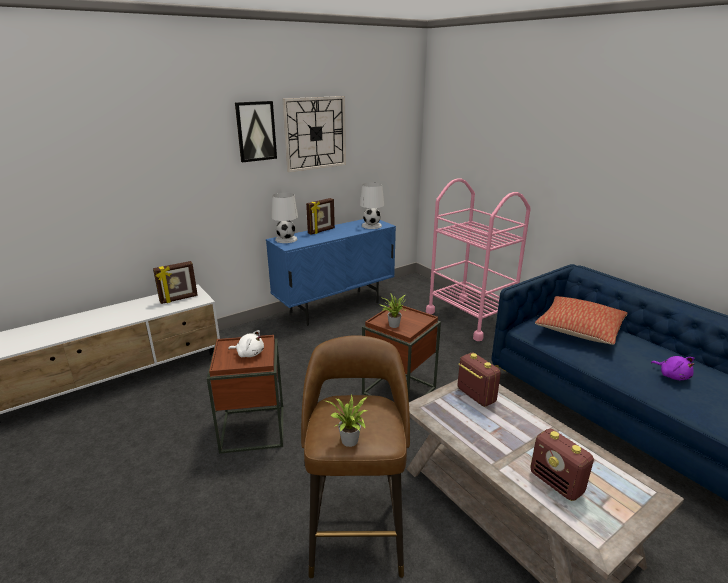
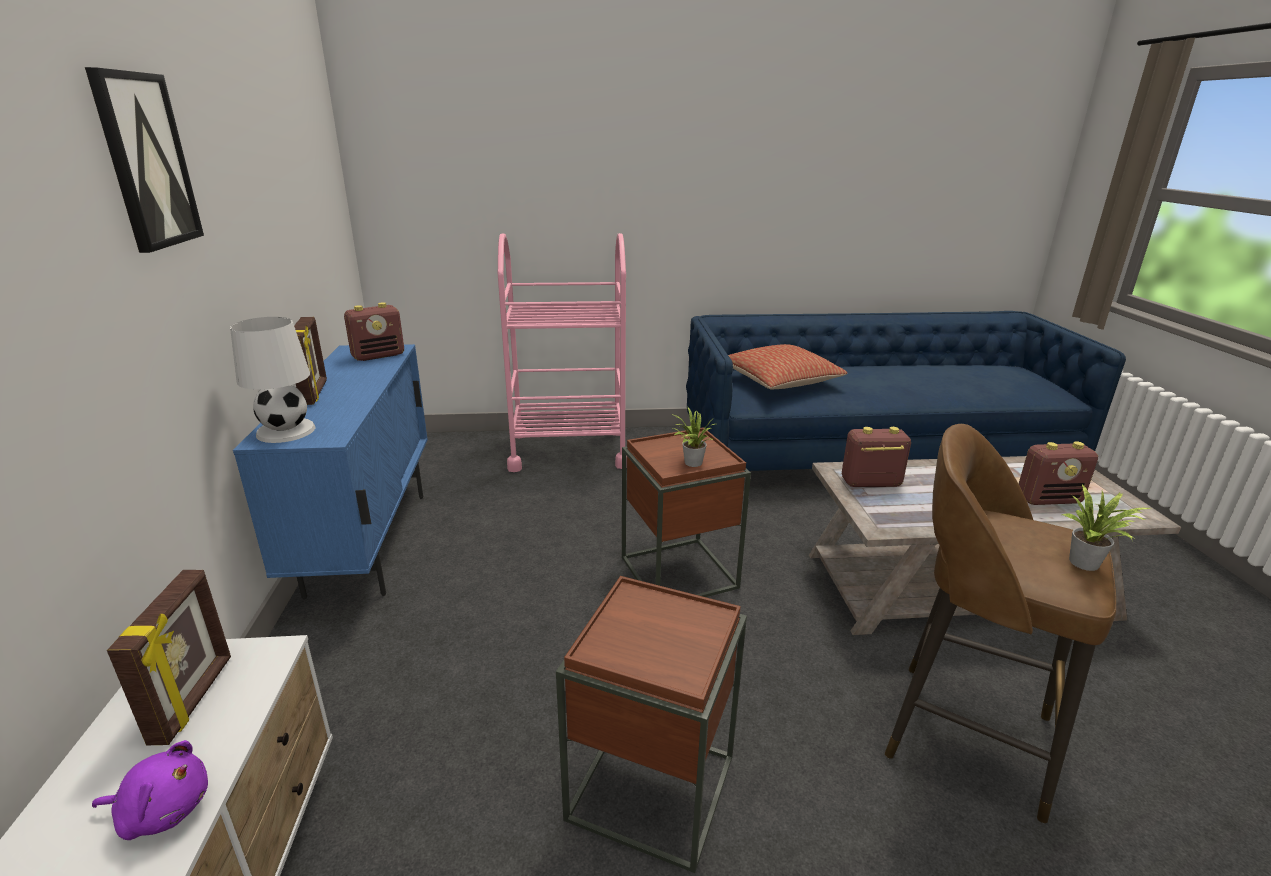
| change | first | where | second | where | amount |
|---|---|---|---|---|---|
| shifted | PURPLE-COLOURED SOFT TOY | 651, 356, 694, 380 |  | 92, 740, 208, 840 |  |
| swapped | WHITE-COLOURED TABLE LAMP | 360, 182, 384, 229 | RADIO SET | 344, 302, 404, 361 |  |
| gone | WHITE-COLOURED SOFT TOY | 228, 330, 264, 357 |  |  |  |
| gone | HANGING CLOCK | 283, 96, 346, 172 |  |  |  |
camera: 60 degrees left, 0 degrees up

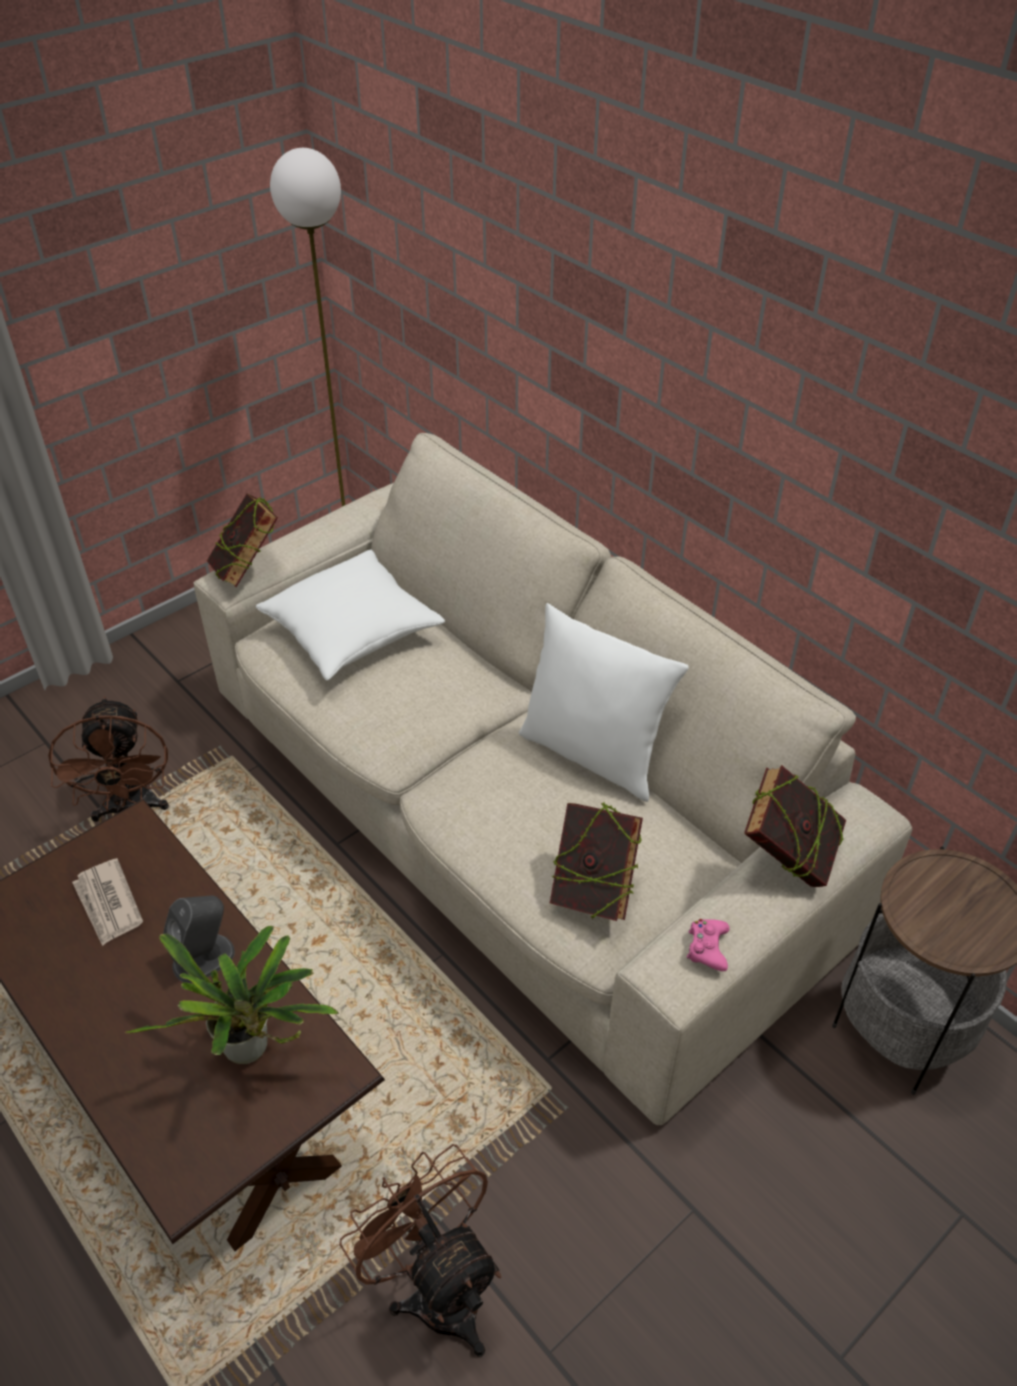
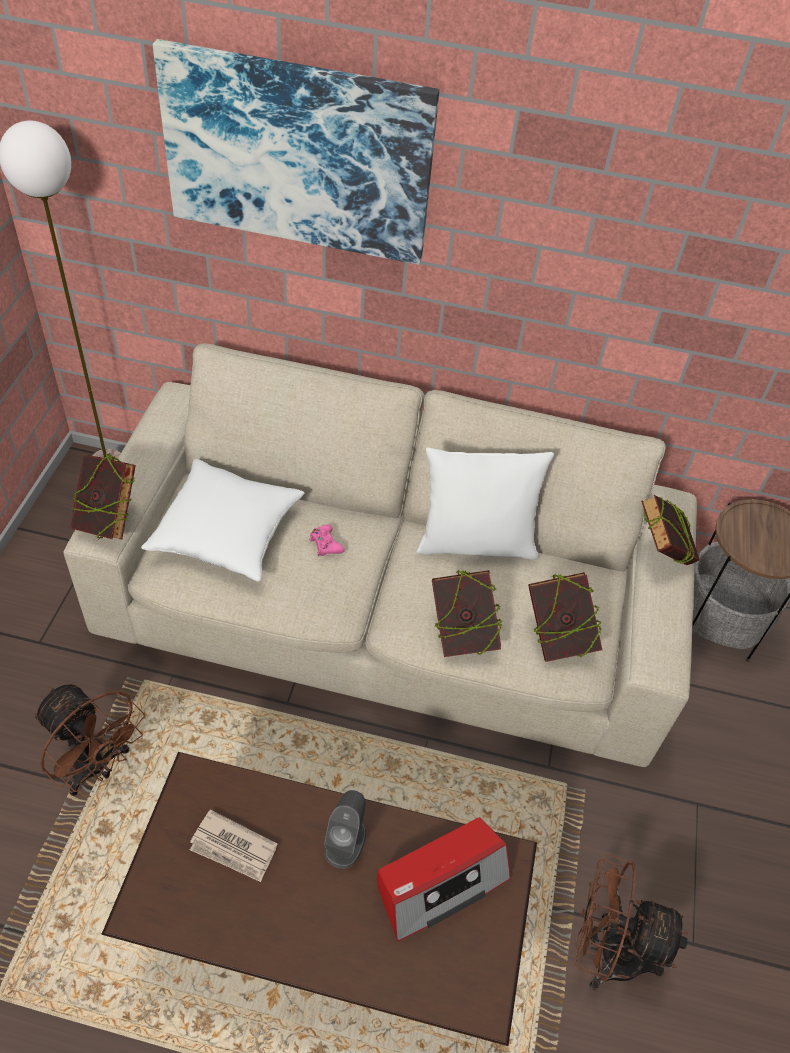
| change | first | where | second | where | amount |
|---|---|---|---|---|---|
| new |  |  | PICTURE | 153, 39, 439, 265 |  |
| shifted | PINKISH JOYPAD | 687, 919, 729, 971 |  | 310, 525, 345, 556 |  |
| swapped | POTTED PLANT | 125, 926, 339, 1064 | RADIO SET | 377, 817, 511, 941 |  |
| new |  |  | BOUND BOOK | 432, 570, 502, 657 |  |
camera: 40 degrees left, 5 degrees up

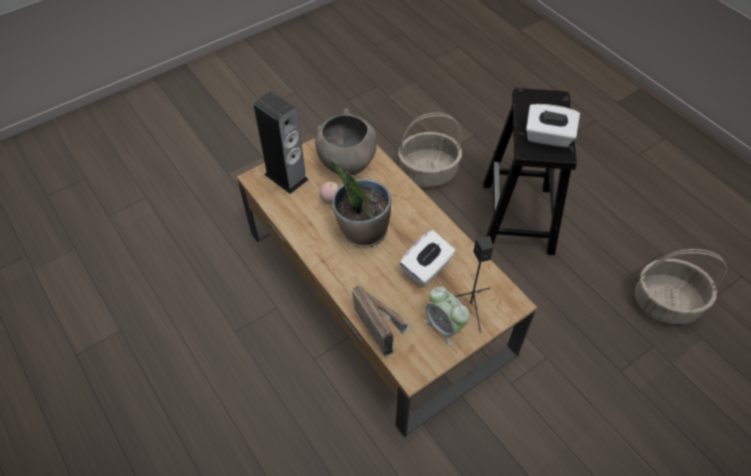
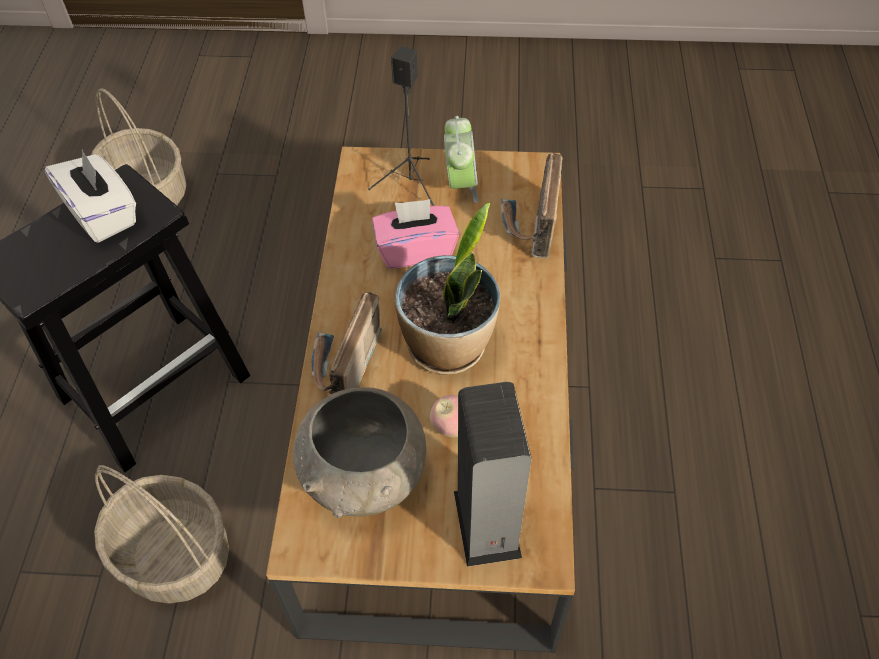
| change | first | where | second | where | amount |
|---|---|---|---|---|---|
| new |  |  | RADIO SET | 311, 292, 382, 394 |  |
| repainted | WHITE-COLOURED TISSUE HOLDER | 400, 230, 455, 287 | PINKISH TISSUE HOLDER | 372, 199, 459, 268 |  |
camera: 140 degrees left, 0 degrees up

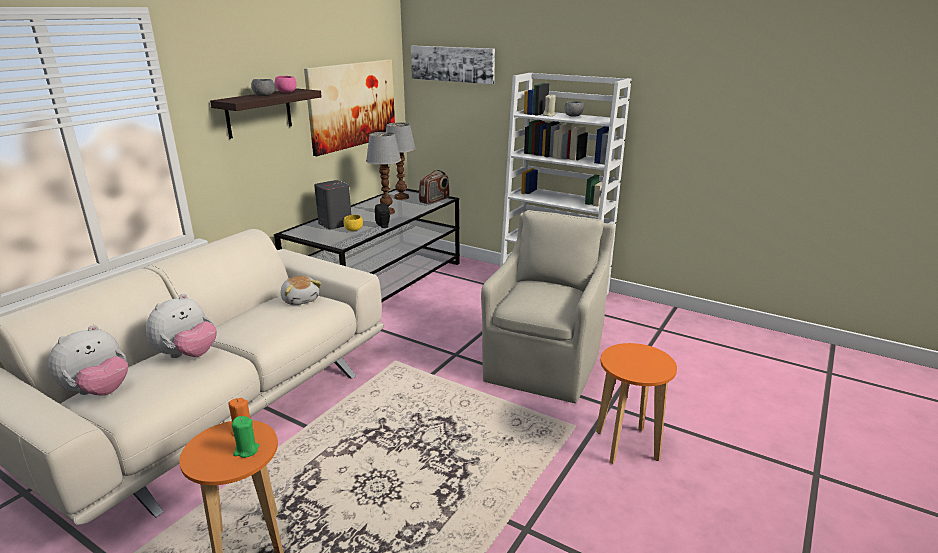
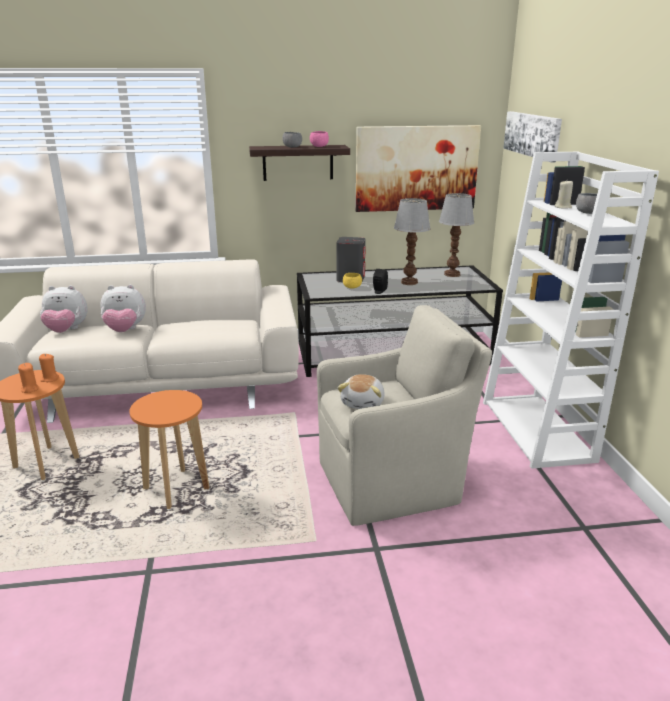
| change | first | where | second | where | amount |
|---|---|---|---|---|---|
| repainted | GREENISH WAX LIGHT | 232, 416, 259, 458 | ORANGEY WAX LIGHT | 18, 363, 39, 393 |  |
| shifted | ORANGEY STOOL SEAT | 596, 343, 677, 464 |  | 129, 390, 209, 509 |  |
| shifted | SOFT TOY | 281, 276, 321, 305 |  | 337, 374, 385, 409 |  |
| gone | RADIO SET | 419, 170, 450, 204 |  |  |  |
camera: 50 degrees right, 0 degrees up

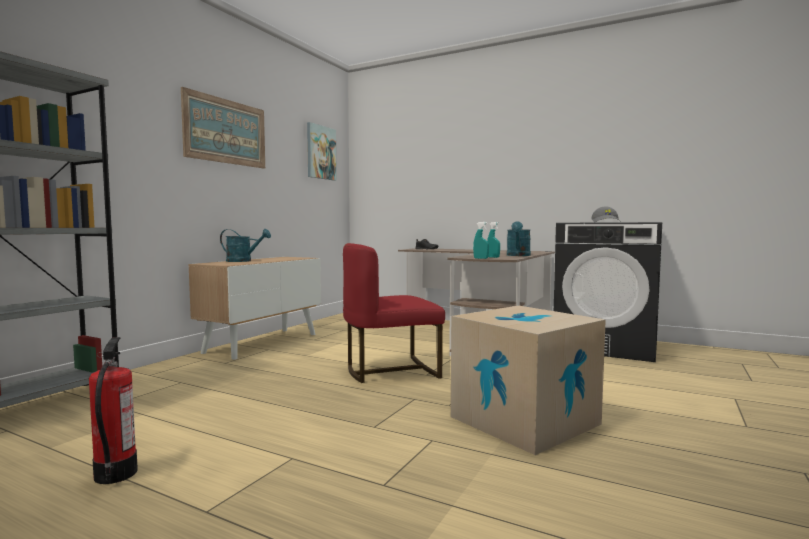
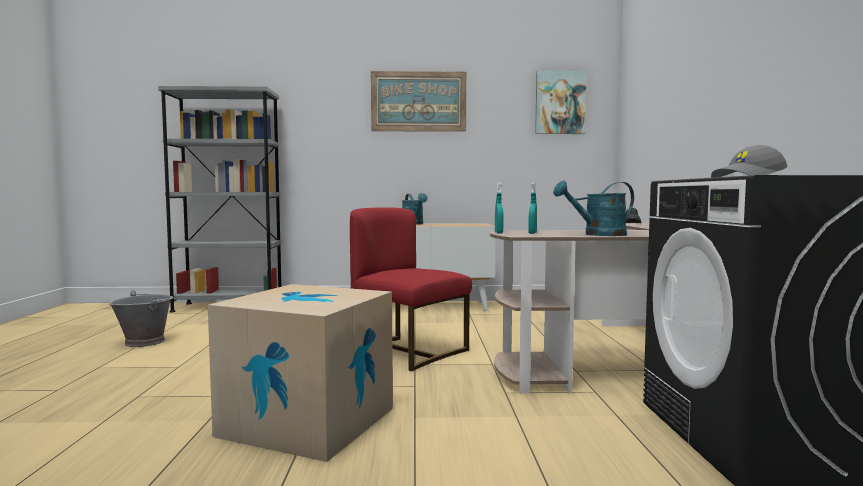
| change | first | where | second | where | amount |
|---|---|---|---|---|---|
| swapped | FIRE EXTINGUISHER | 89, 337, 138, 484 | GRAY WATER BUCKET | 109, 291, 173, 347 |  |
camera: 60 degrees right, 0 degrees up

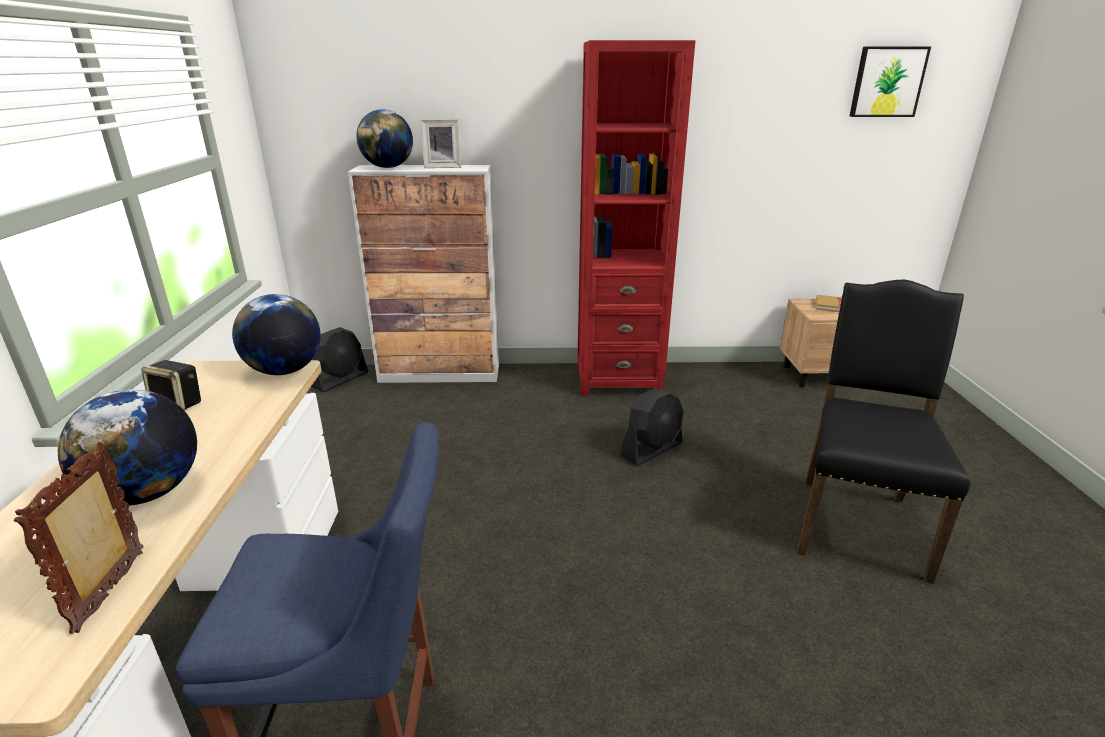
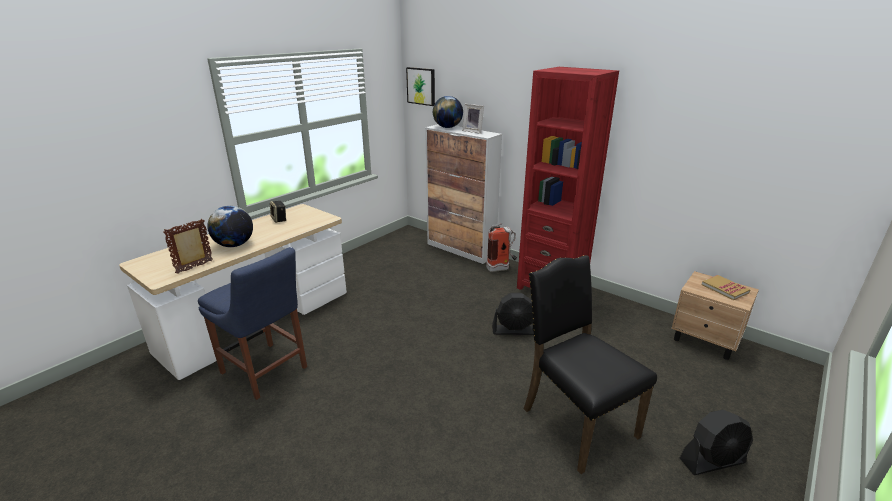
| change | first | where | second | where | amount |
|---|---|---|---|---|---|
| shifted | PICTURE | 850, 47, 931, 117 |  | 406, 67, 435, 106 |  |
| new |  |  | FIRE EXTINGUISHER | 486, 223, 517, 272 |  |
| rotated | BLACKISH UPRIGHT CHAIR | 797, 280, 971, 584 |  | 524, 255, 657, 474 | 90 degrees counterclockwise |
| shifted | BLACKISH ELECTRIC FAN | 311, 327, 368, 392 |  | 680, 410, 753, 475 |  |
| gone | DESK GLOBE | 232, 294, 321, 375 |  |  |  |
camera: 40 degrees right, 0 degrees up

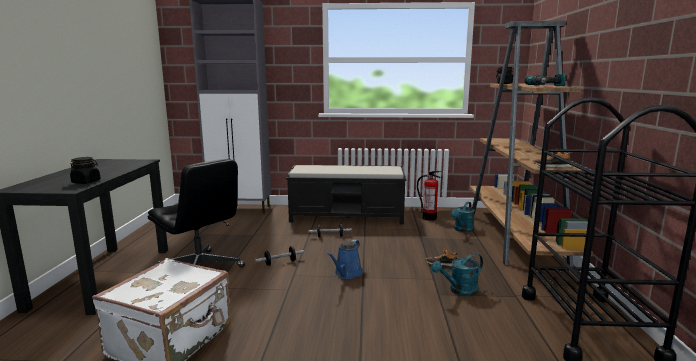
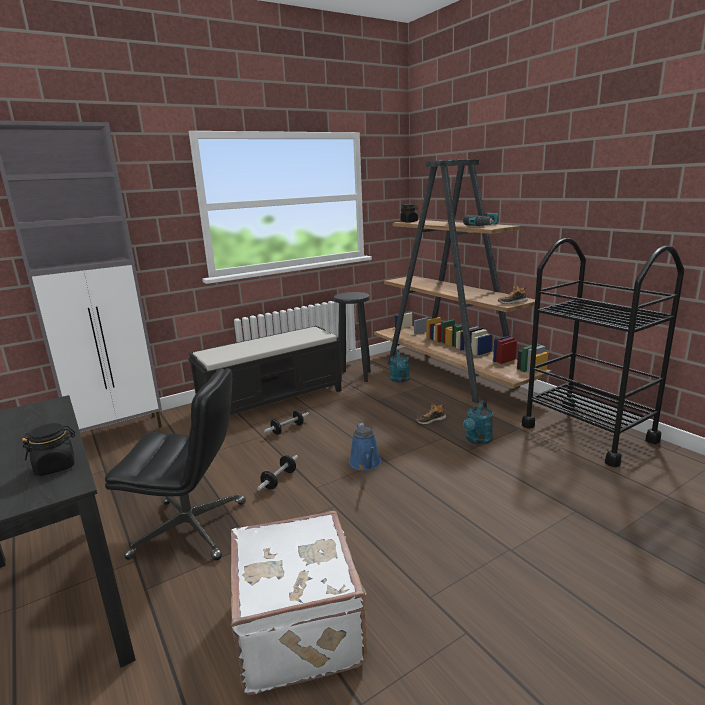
| change | first | where | second | where | amount |
|---|---|---|---|---|---|
| swapped | FIRE EXTINGUISHER | 417, 171, 442, 221 | BLACKISH STOOL SEAT | 334, 292, 371, 382 |  |
camera: 35 degrees left, 5 degrees up

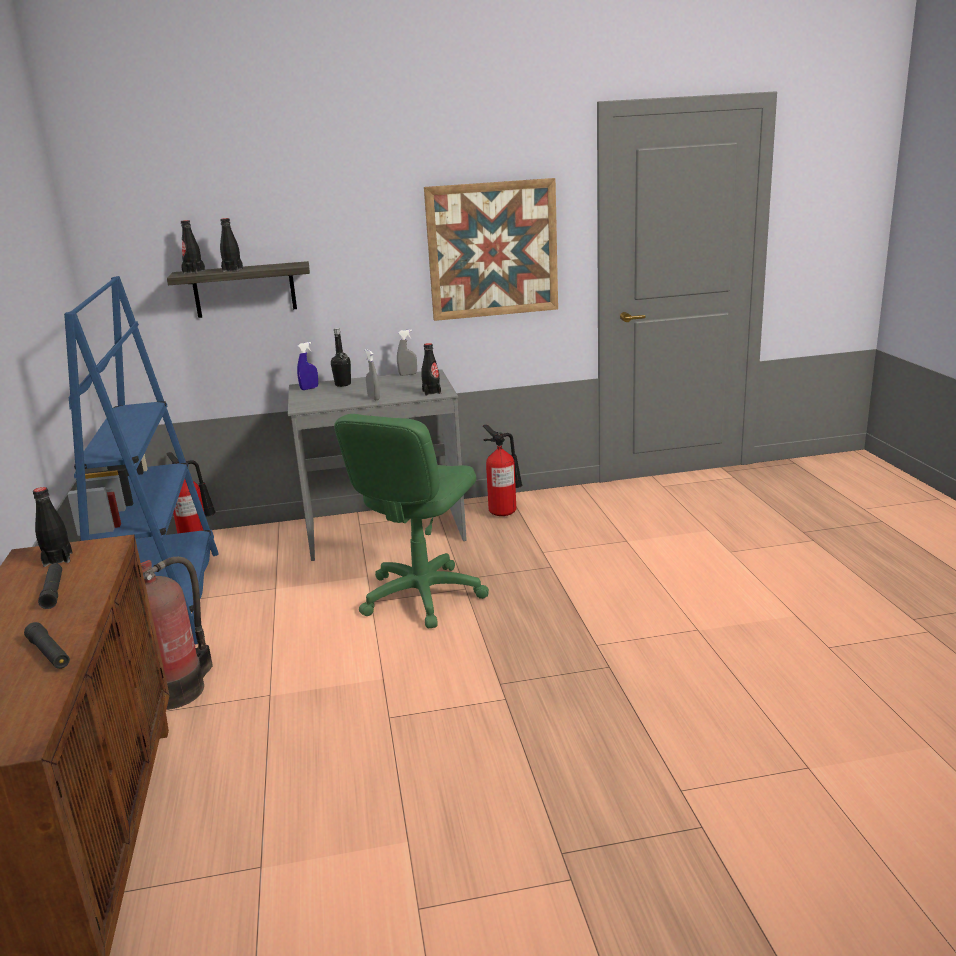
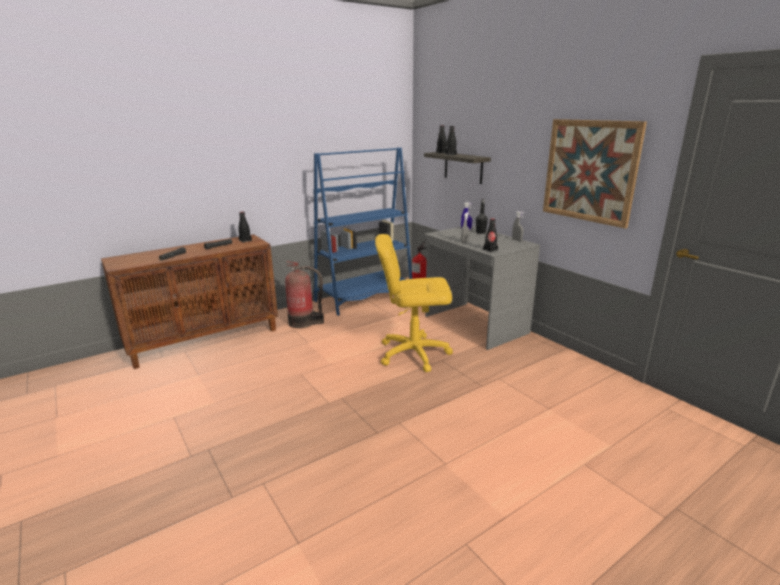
| change | first | where | second | where | amount |
|---|---|---|---|---|---|
| repainted | GREENISH DESK CHAIR | 334, 414, 489, 629 | YELLOW-COLOURED DESK CHAIR | 375, 234, 453, 372 |  |
| gone | FIRE EXTINGUISHER | 483, 425, 522, 516 |  |  |  |
camera: 65 degrees right, 0 degrees up

